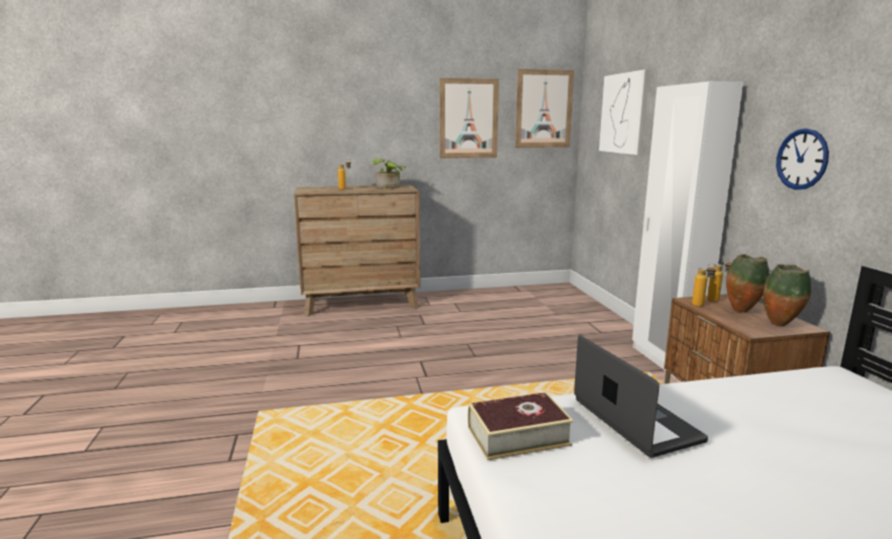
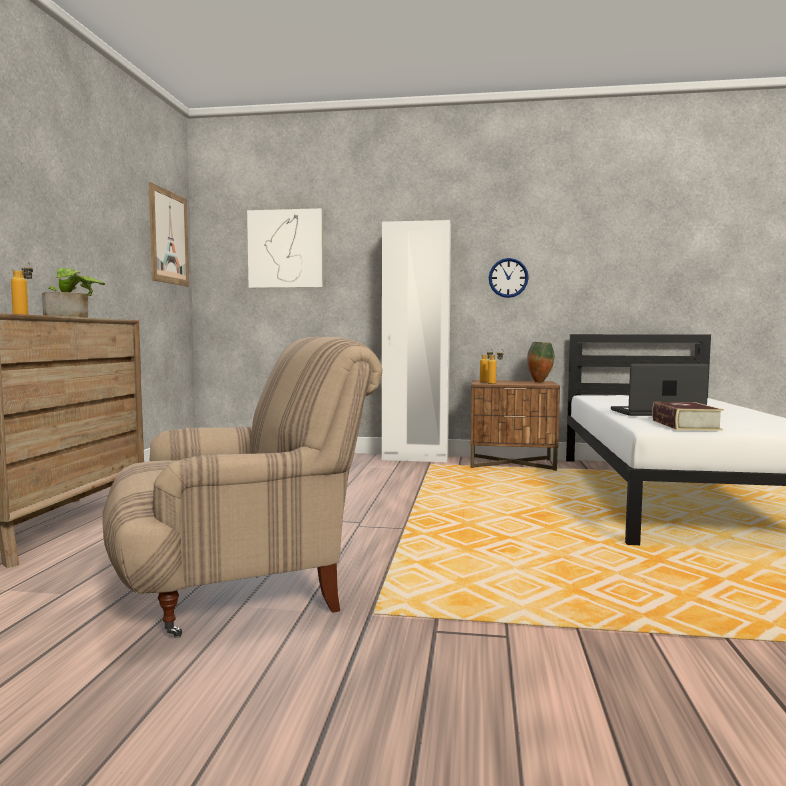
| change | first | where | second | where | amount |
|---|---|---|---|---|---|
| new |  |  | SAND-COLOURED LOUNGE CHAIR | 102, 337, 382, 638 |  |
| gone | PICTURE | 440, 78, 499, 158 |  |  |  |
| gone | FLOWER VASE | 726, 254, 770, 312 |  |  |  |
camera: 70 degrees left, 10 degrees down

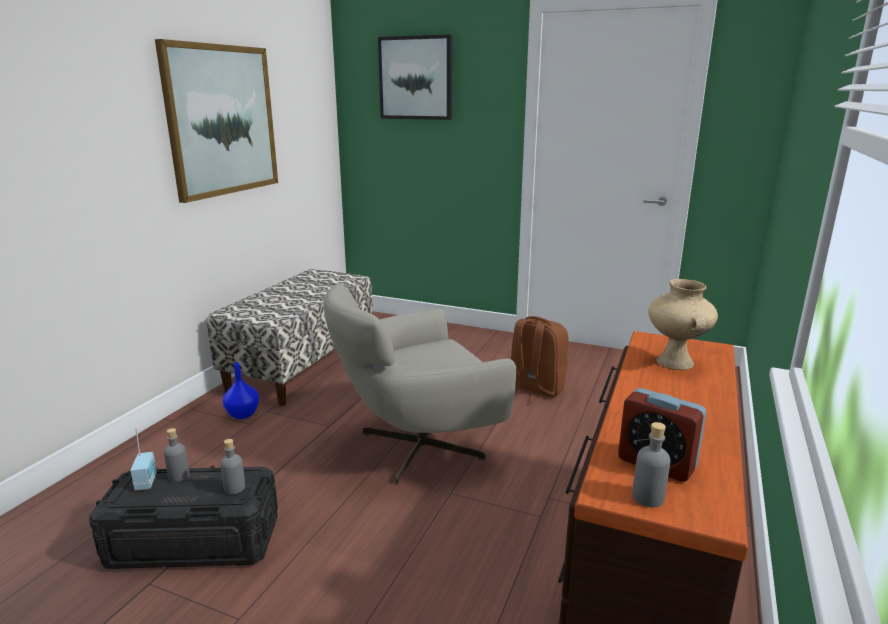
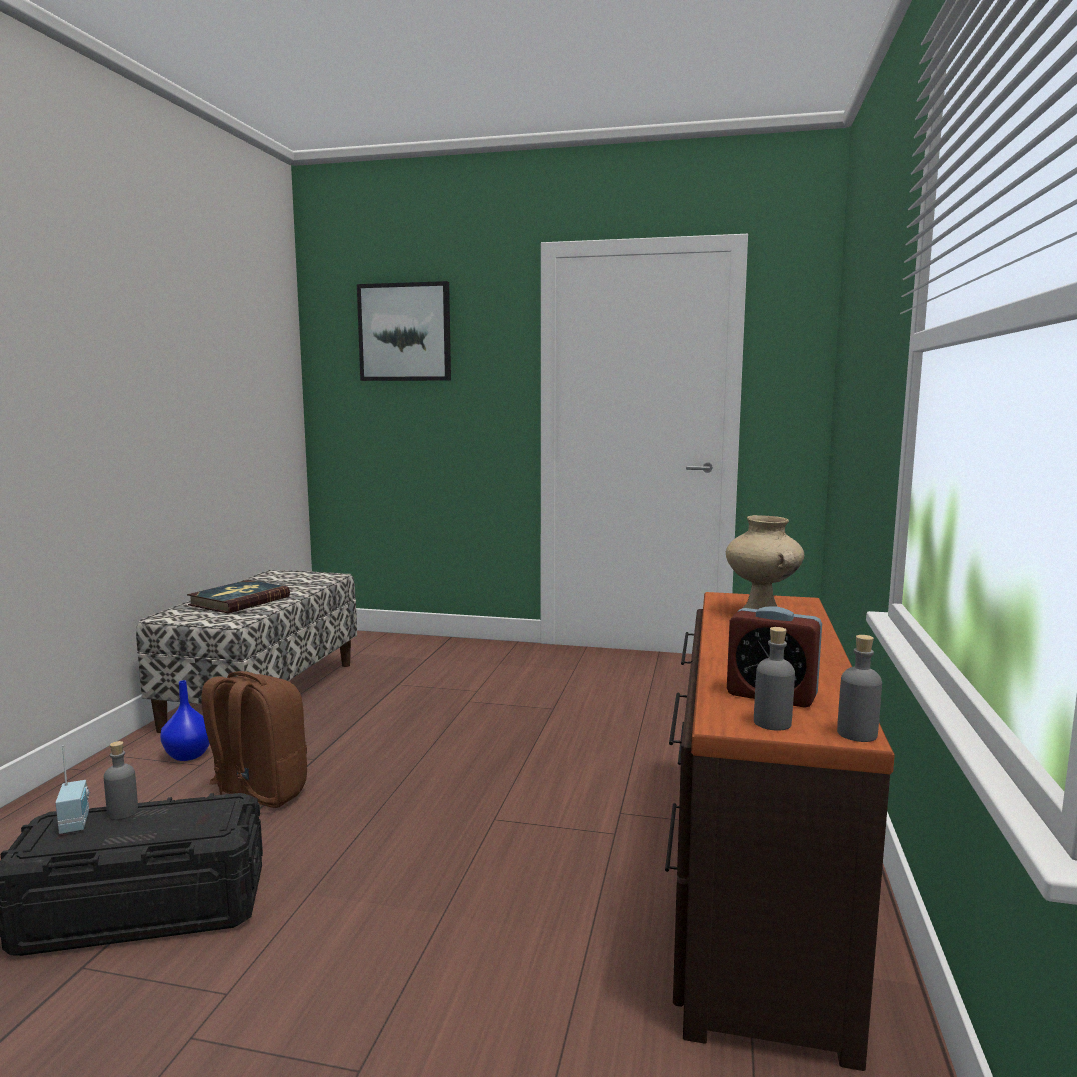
| change | first | where | second | where | amount |
|---|---|---|---|---|---|
| new |  |  | BOUND BOOK | 187, 580, 290, 613 |  |
| shifted | BROWNISH KNAPSACK | 511, 316, 568, 403 |  | 201, 671, 307, 808 |  |
| shifted | GRAY BEVERAGE BOTTLE | 220, 439, 245, 494 |  | 837, 635, 882, 742 |  |
| gone | PICTURE | 155, 39, 278, 203 |  |  |  |
| gone | GRAY LOUNGE CHAIR | 323, 283, 516, 485 |  |  |  |
camera: 10 degrees left, 10 degrees down

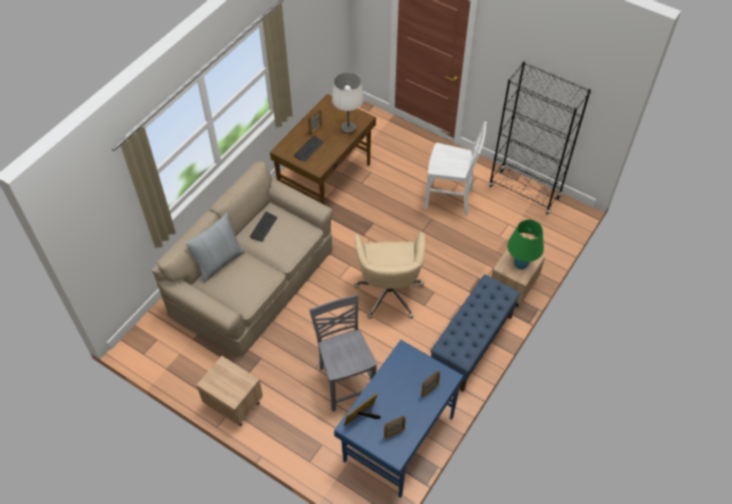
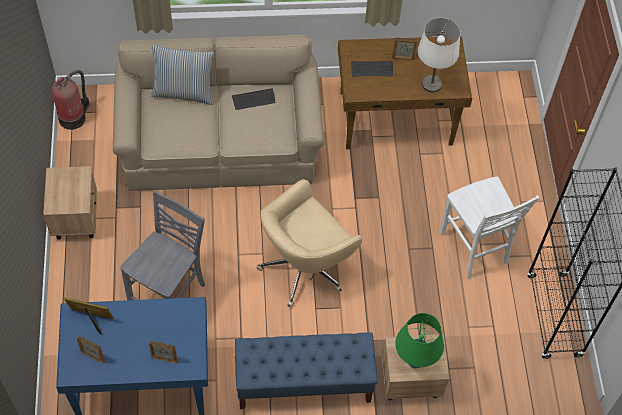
| change | first | where | second | where | amount |
|---|---|---|---|---|---|
| new |  |  | FIRE EXTINGUISHER | 52, 70, 90, 130 |  |
camera: 50 degrees right, 5 degrees up

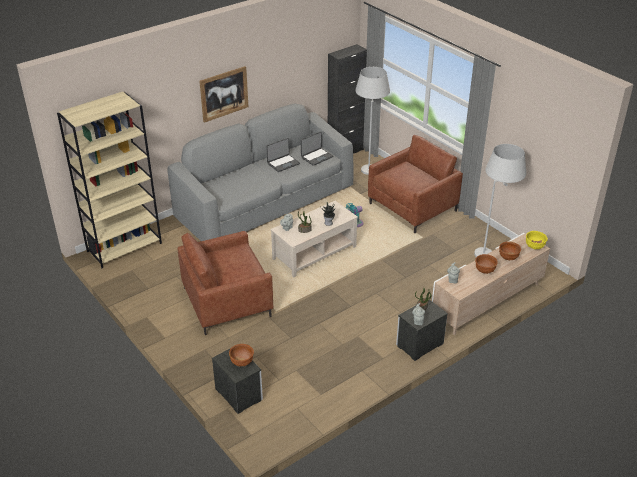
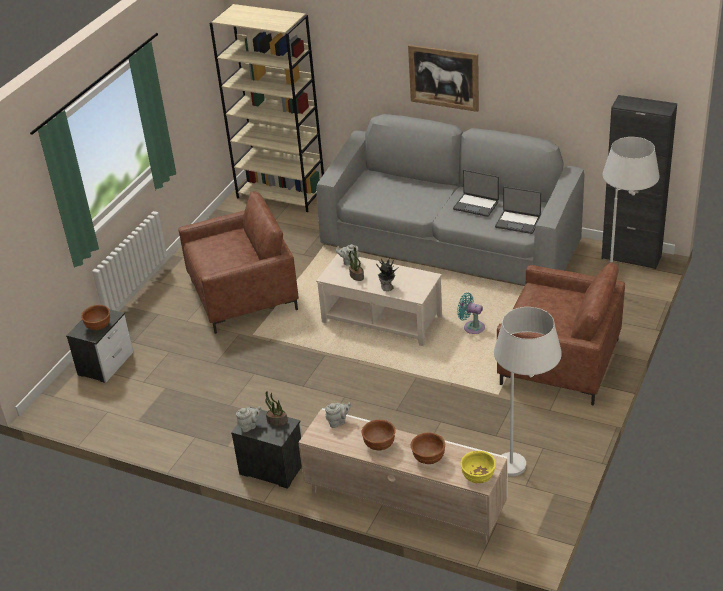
| change | first | where | second | where | amount |
|---|---|---|---|---|---|
| rotated | BROWNISH LOUNGE CHAIR | 177, 231, 273, 335 |  | 178, 191, 299, 334 | 120 degrees clockwise |
camera: 65 degrees right, 0 degrees up

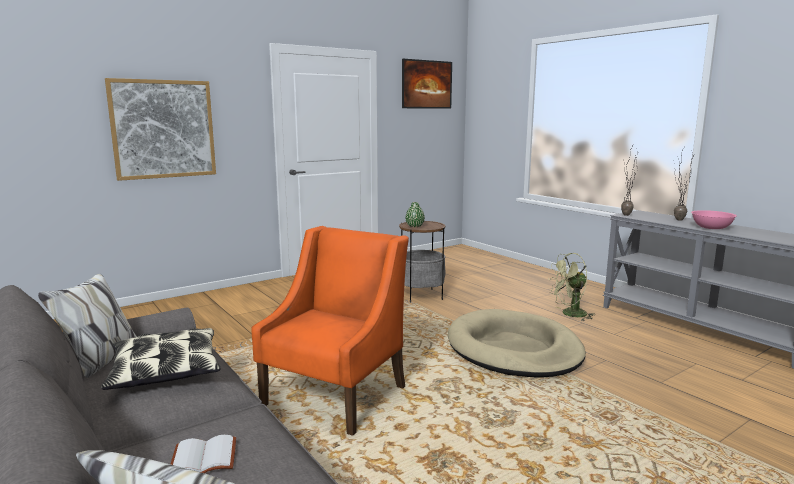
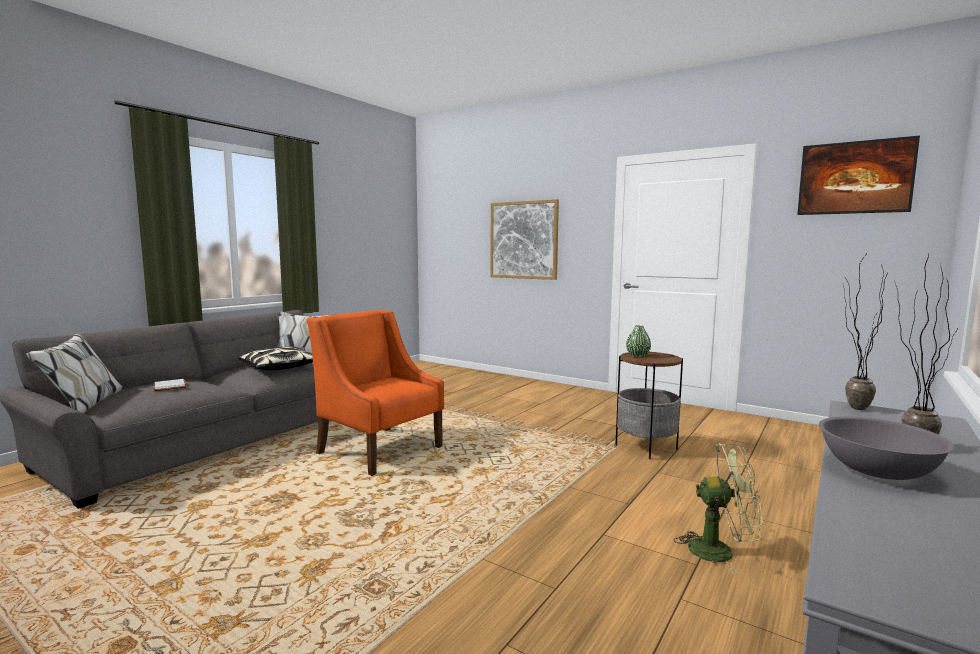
| change | first | where | second | where | amount |
|---|---|---|---|---|---|
| rotated | ORANGEY LOUNGE CHAIR | 251, 226, 409, 436 |  | 307, 310, 444, 476 | 150 degrees counterclockwise |
| rotated | GREENISH ELECTRIC FAN | 548, 253, 595, 321 |  | 674, 443, 763, 574 | 135 degrees clockwise |
| repainted | PINKISH DEEP DISH | 691, 210, 737, 229 | GRAY DEEP DISH | 819, 416, 954, 480 |  |
| gone | SAND-COLOURED DOG CUSHION | 448, 309, 586, 378 |  |  |  |
camera: 70 degrees right, 5 degrees down

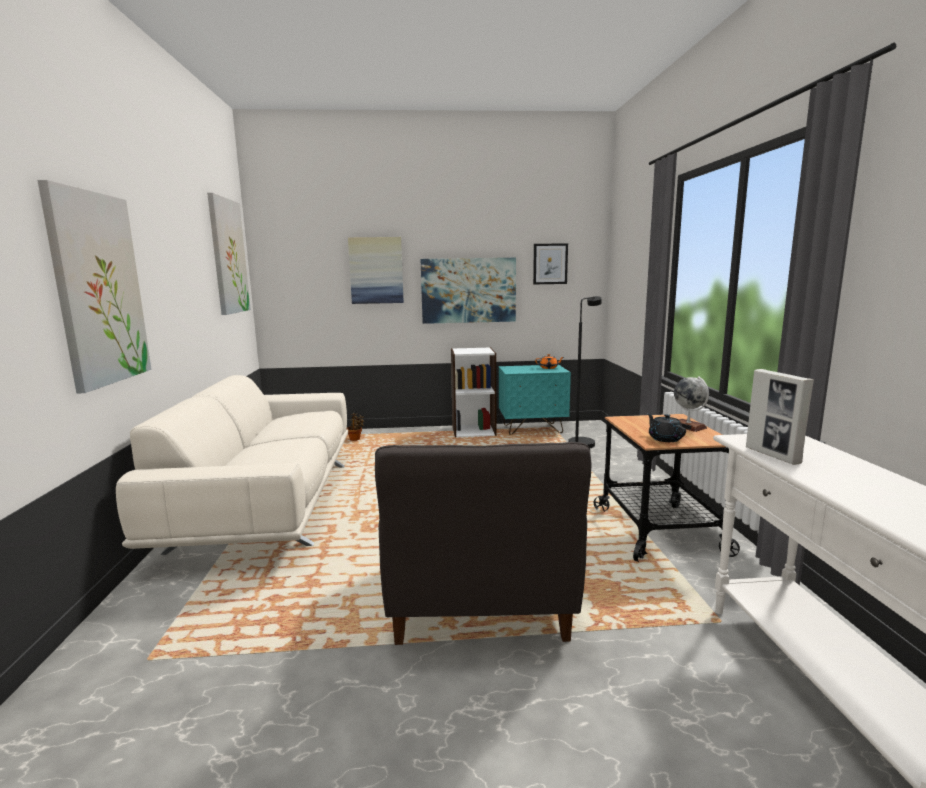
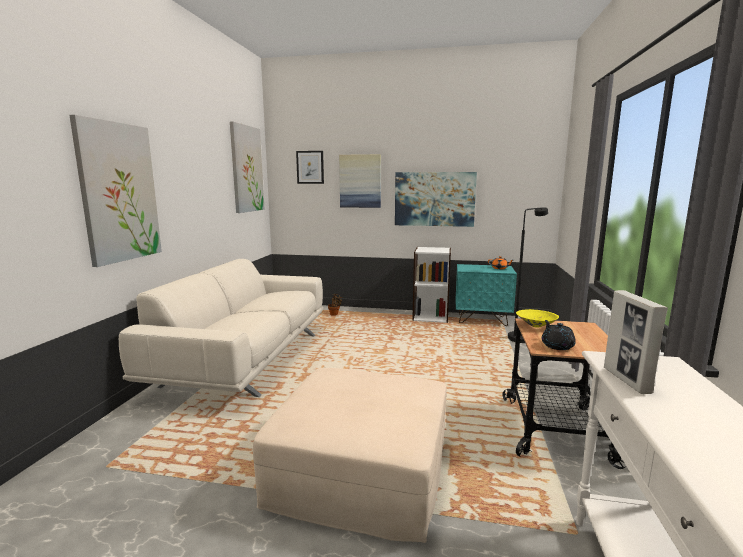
| change | first | where | second | where | amount |
|---|---|---|---|---|---|
| swapped | GRAY LOUNGE CHAIR | 375, 442, 591, 645 | SAND-COLOURED POUFFE | 253, 368, 447, 543 |  |
| shifted | PICTURE | 533, 243, 568, 284 |  | 296, 151, 324, 184 |  |
| new |  |  | YELLOW-COLOURED DEEP DISH | 516, 309, 559, 328 |  |
| gone | DESK GLOBE | 674, 376, 709, 432 |  |  |  |
camera: 15 degrees right, 0 degrees up

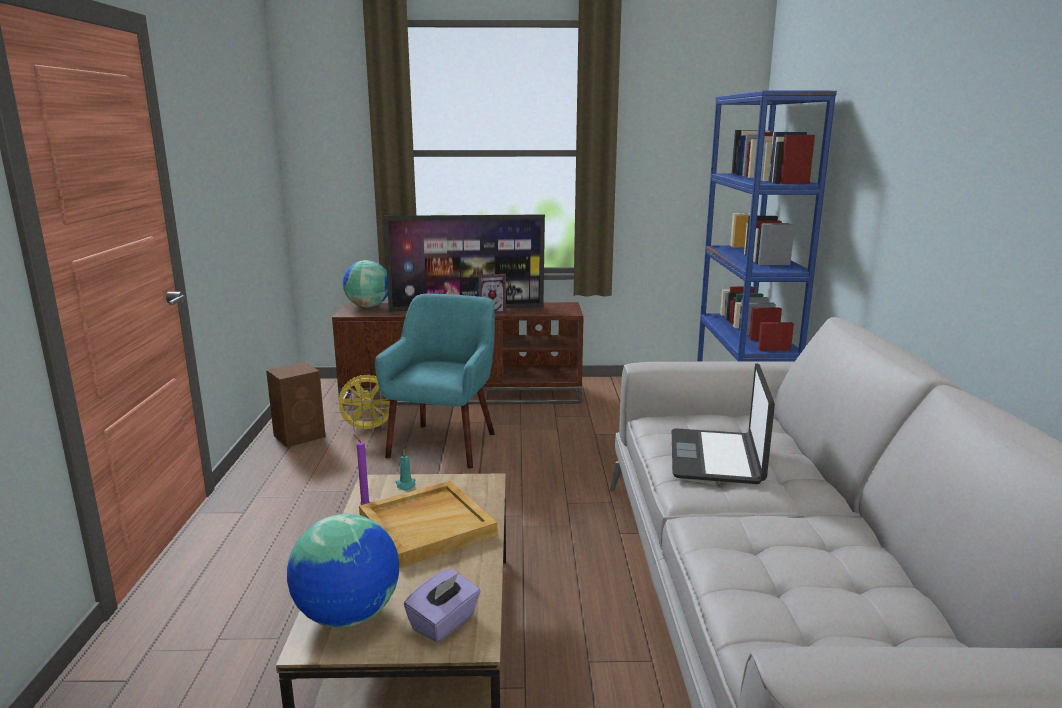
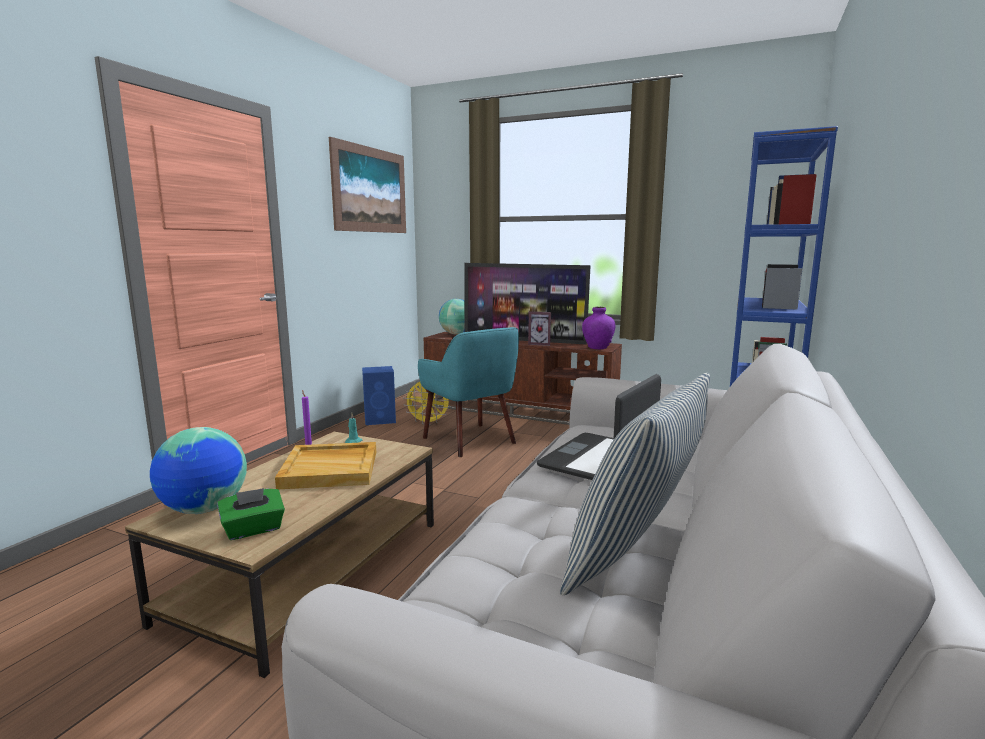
| change | first | where | second | where | amount |
|---|---|---|---|---|---|
| repainted | PURPLE-COLOURED TISSUE HOLDER | 404, 569, 481, 642 | GREENISH TISSUE HOLDER | 217, 488, 285, 540 |  |
| new |  |  | PICTURE | 329, 137, 406, 233 |  |
| repainted | BROWNISH AUDIO SPEAKER | 266, 362, 326, 448 | BLUE-COLOURED AUDIO SPEAKER | 362, 366, 396, 425 |  |
| rotated | TURQUOISE LOUNGE CHAIR | 375, 294, 495, 469 |  | 418, 327, 519, 457 | 105 degrees clockwise |
| new |  |  | THROW PILLOW | 560, 373, 710, 595 |  |
| new |  |  | PURPLE-COLOURED FLOWER VASE | 582, 307, 615, 349 |  |
camera: 25 degrees right, 5 degrees down

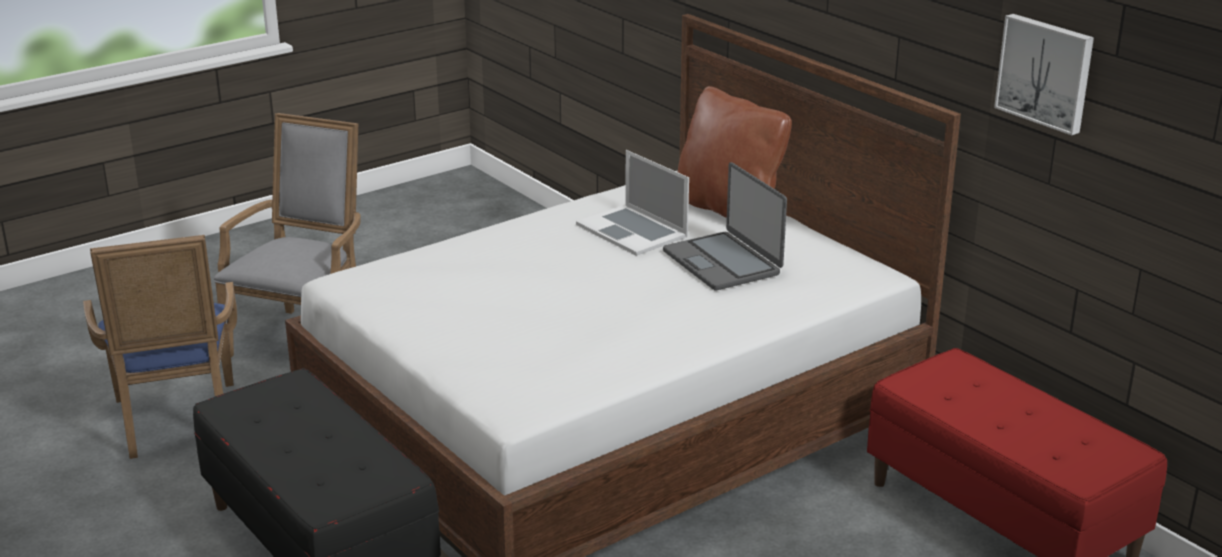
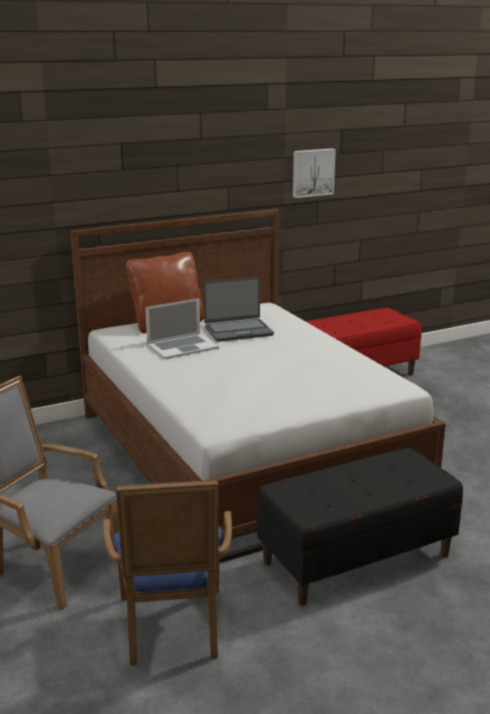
| change | first | where | second | where | amount |
|---|---|---|---|---|---|
| rotated | BLUE-COLOURED LOUNGE CHAIR | 83, 235, 237, 459 |  | 103, 480, 232, 666 | 90 degrees clockwise |
camera: 80 degrees left, 5 degrees down

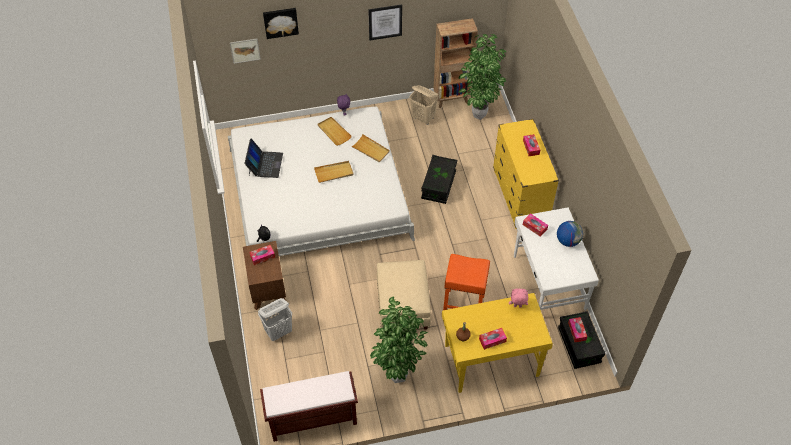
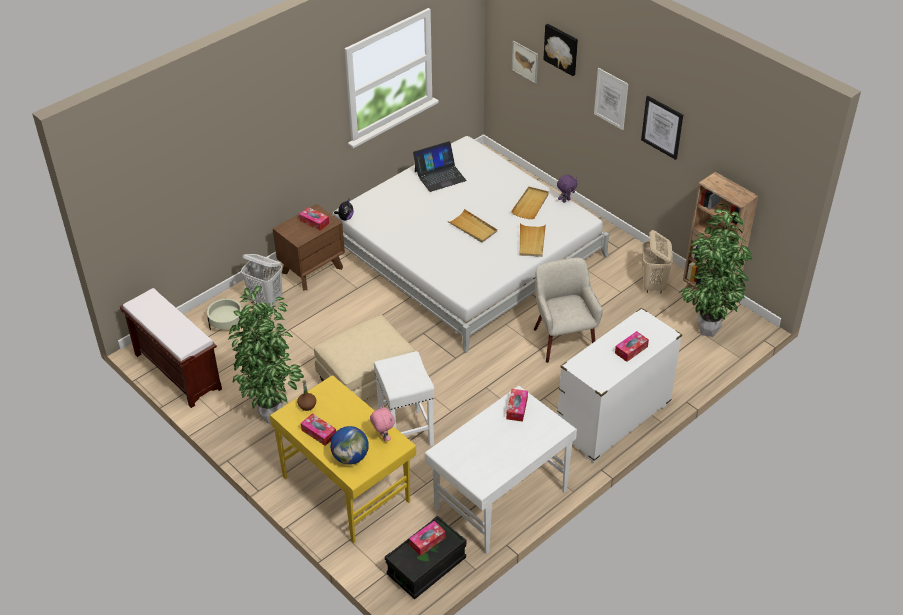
| change | first | where | second | where | amount |
|---|---|---|---|---|---|
| new |  |  | SAND-COLOURED PLANT POT | 207, 298, 242, 330 |  |
| shifted | DESK GLOBE | 557, 221, 583, 247 |  | 330, 426, 369, 465 |  |
| repainted | ORANGEY STOOL SEAT | 443, 254, 490, 310 | WHITE-COLOURED STOOL SEAT | 374, 351, 434, 446 |  |
| swapped | BLACKISH STORAGE CONTAINER | 421, 155, 457, 204 | SAND-COLOURED LOUNGE CHAIR | 534, 258, 603, 363 |  |
| repainted | YELLOW-COLOURED DRAWER CHEST | 493, 119, 559, 229 | WHITE-COLOURED DRAWER CHEST | 557, 308, 682, 463 |  |
| new |  |  | PICTURE | 594, 68, 628, 130 |  |
camera: 60 degrees right, 10 degrees down

